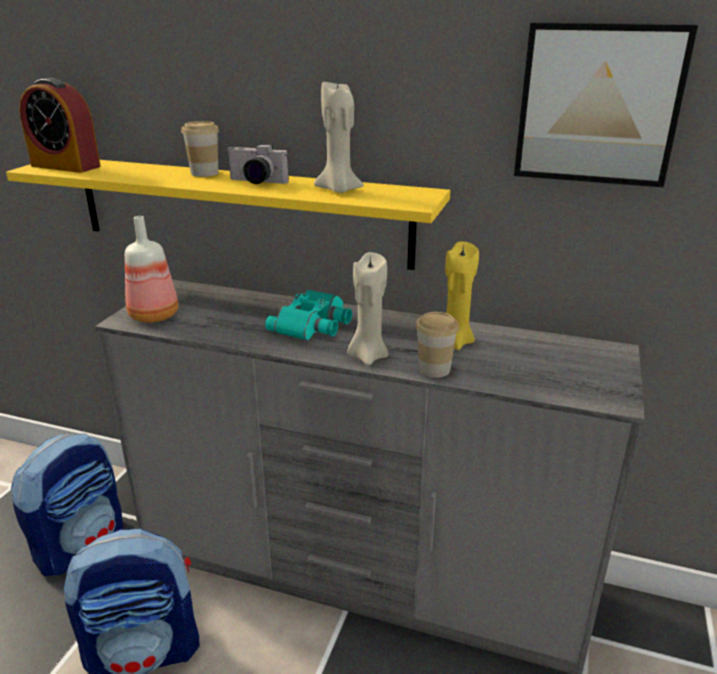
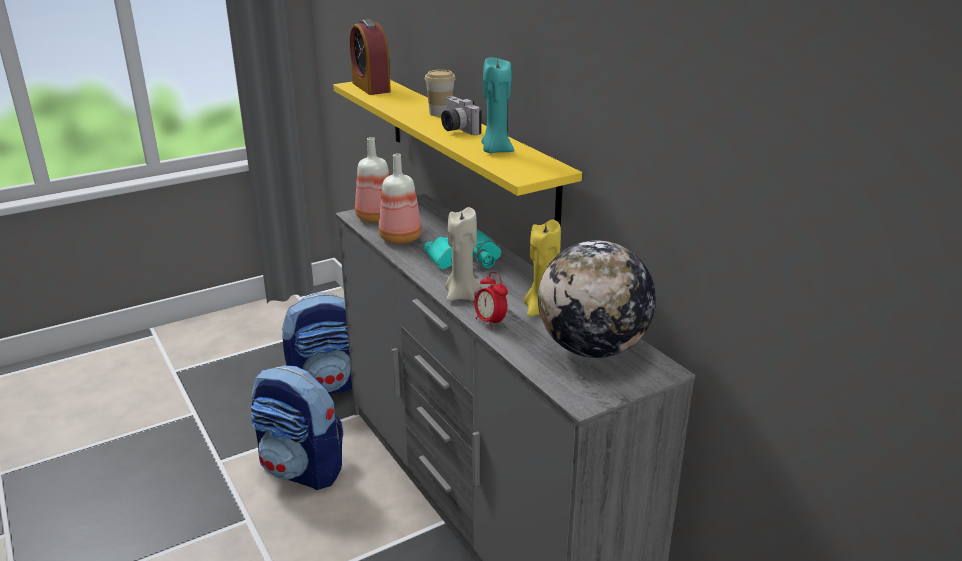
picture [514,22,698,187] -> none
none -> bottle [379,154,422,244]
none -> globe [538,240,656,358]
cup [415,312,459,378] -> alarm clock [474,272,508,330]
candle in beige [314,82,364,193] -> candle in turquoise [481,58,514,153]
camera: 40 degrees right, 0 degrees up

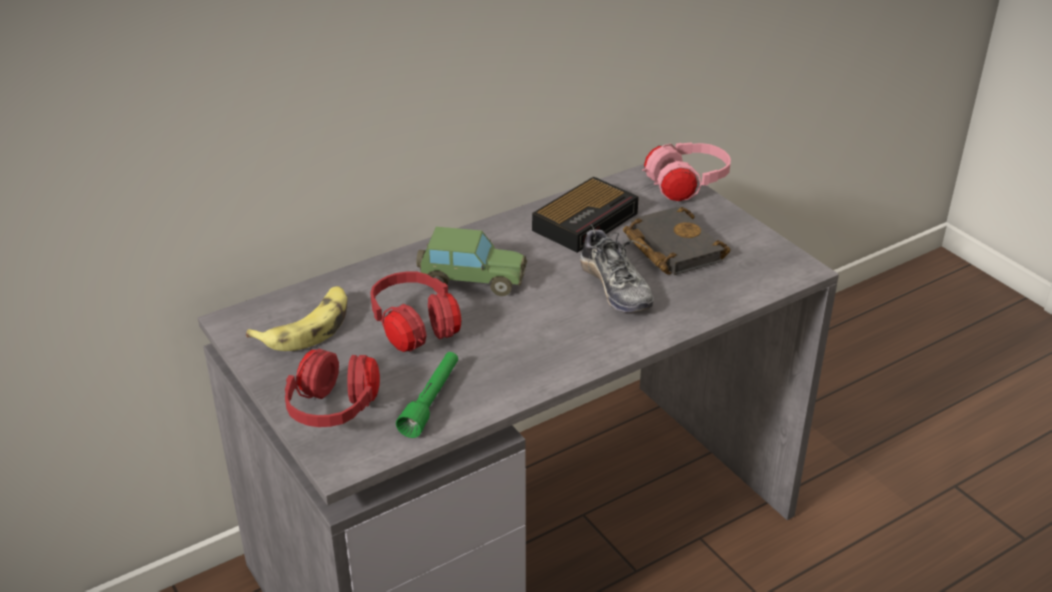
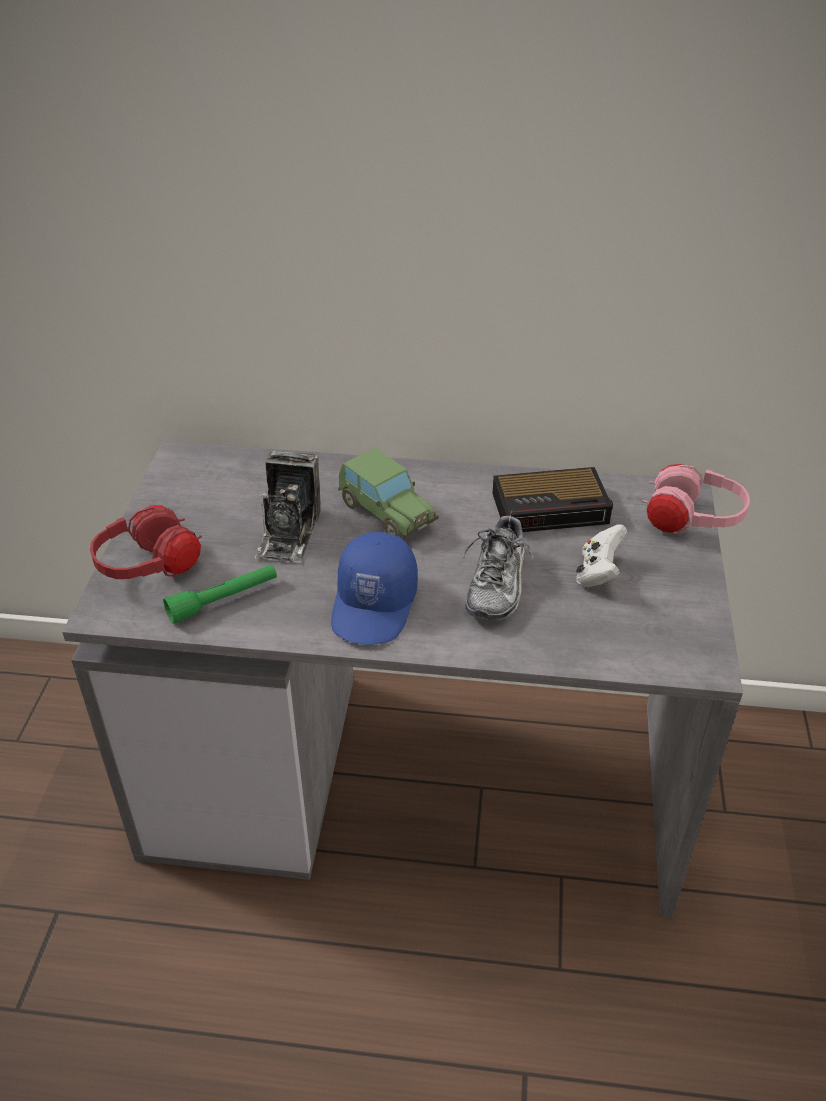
banana [246,286,347,351] -> none
none -> cap in blue [331,532,418,645]
headphones in red [370,272,461,352] -> photo camera [254,451,321,563]
book in black [623,207,731,275] -> game controller in white [576,524,627,587]
camera: 40 degrees right, 5 degrees up

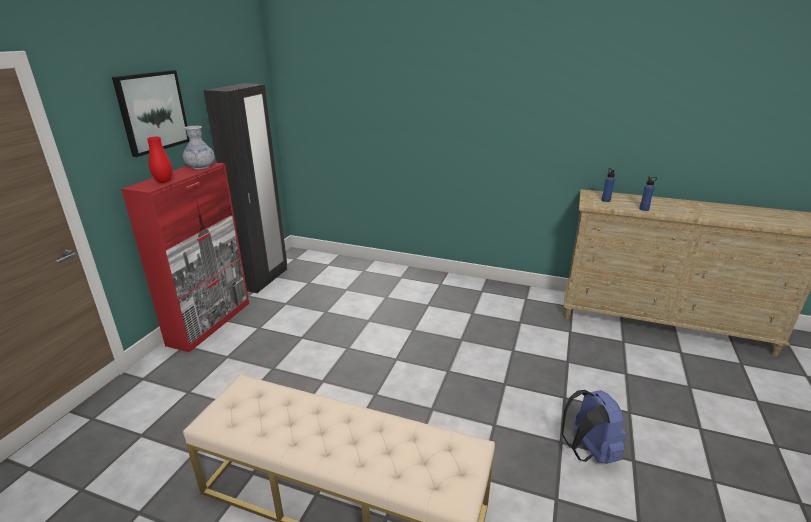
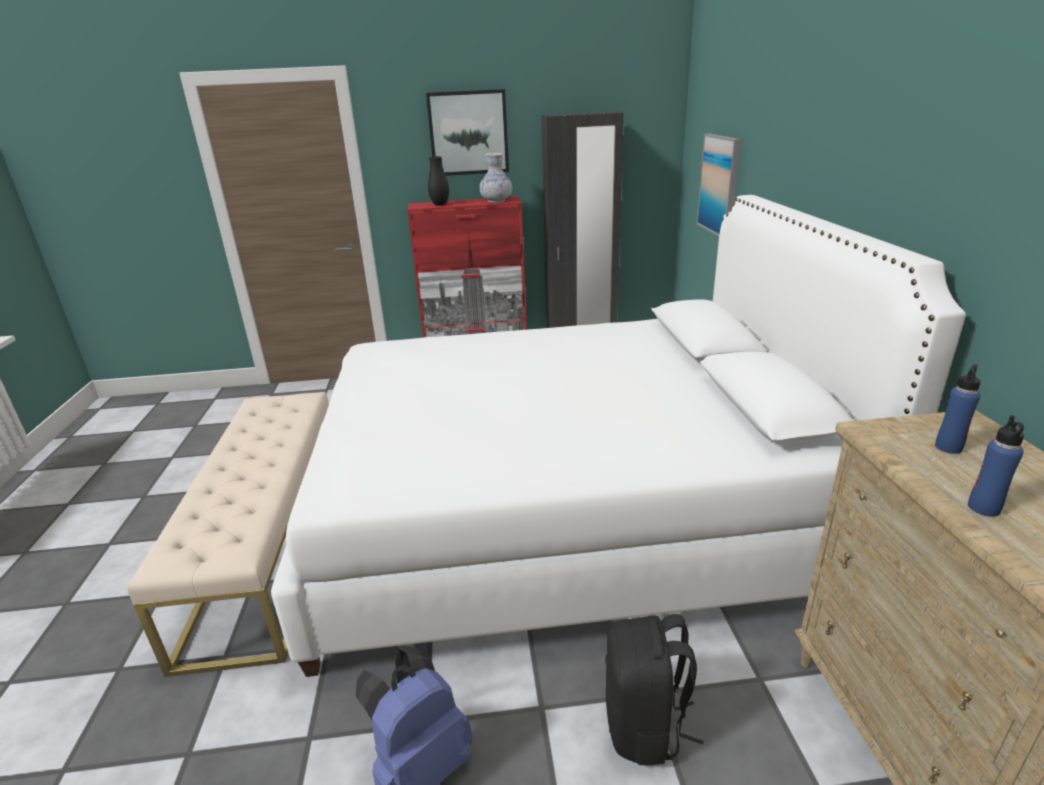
none -> bed in white [271,195,966,677]
none -> backpack in black [605,614,703,765]
none -> picture [697,134,741,236]
vase in red [147,137,172,183] -> vase in black [428,156,449,206]
camera: 65 degrees right, 0 degrees up

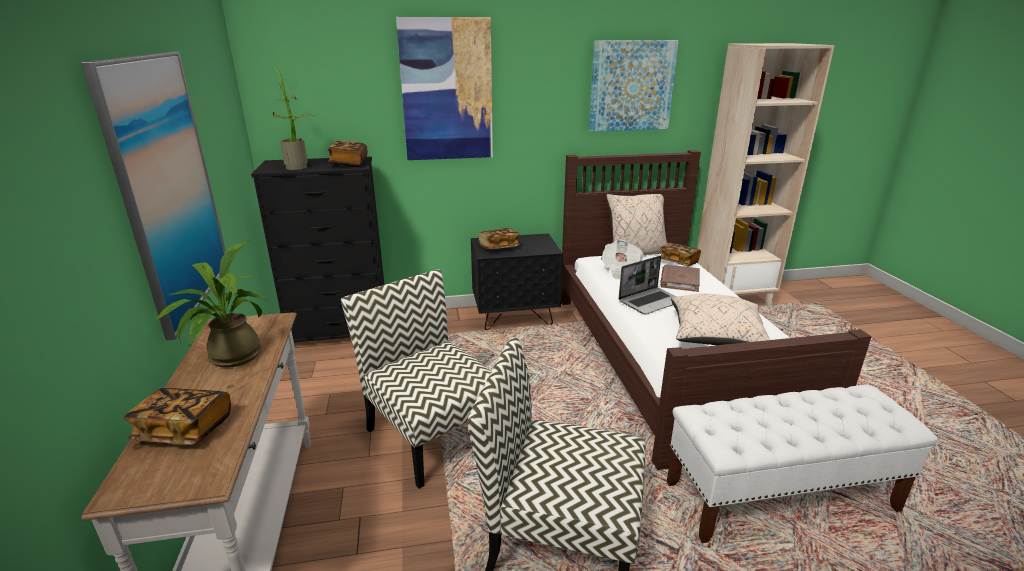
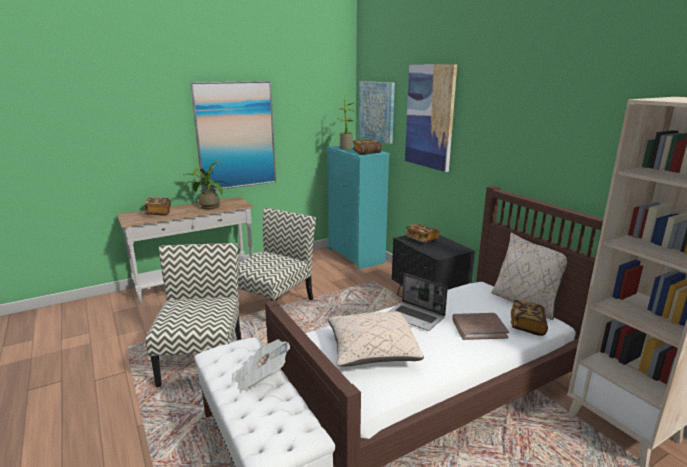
picture [589,40,679,132] -> picture [359,81,395,144], moved
newspaper [601,240,643,279] -> newspaper [232,339,290,391], moved
dresser in black [251,156,384,342] -> dresser in turquoise [326,144,390,270]
camera: 70 degrees right, 5 degrees down

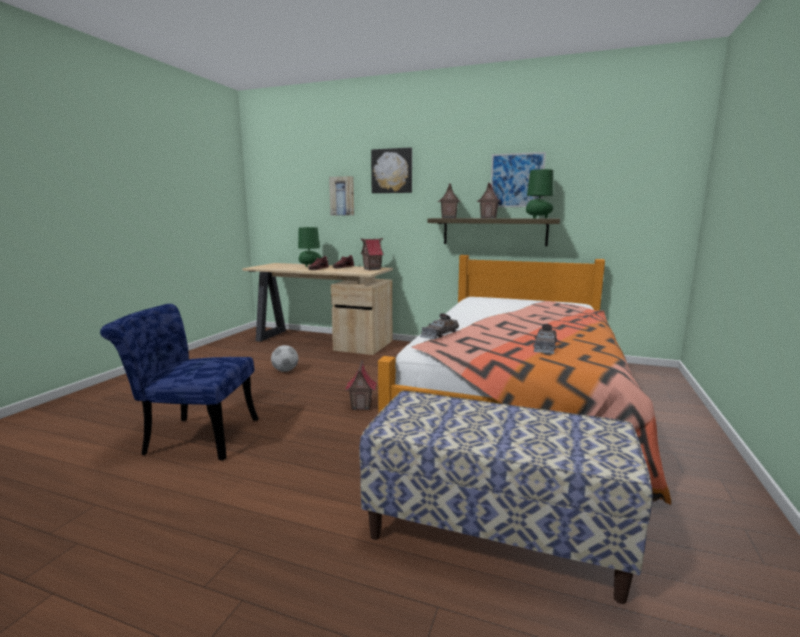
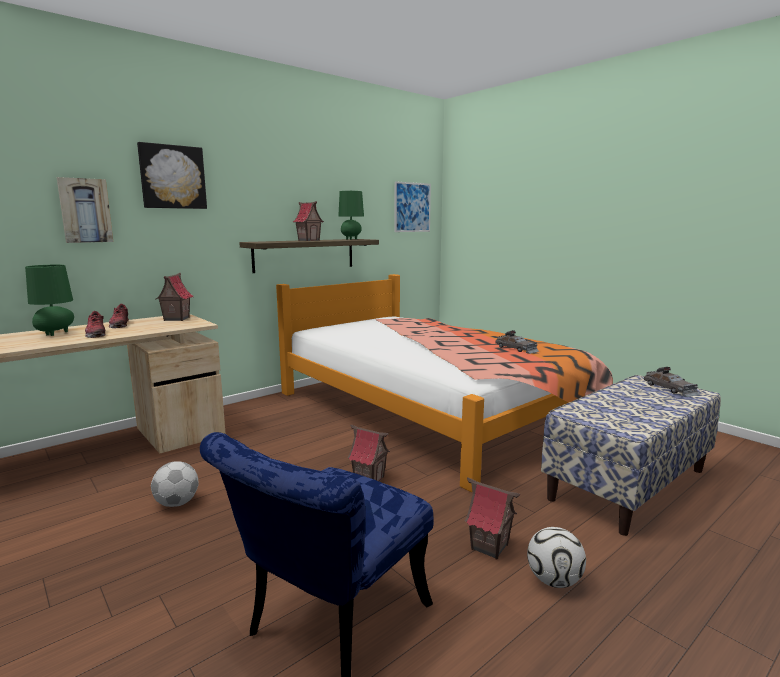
none -> football [527,527,586,588]
toy car in grey [420,313,459,340] -> toy car in grey [644,367,700,397], moved
toy house [438,183,461,218] -> toy house [465,477,520,559], moved
picture [491,152,546,207] -> picture [395,181,431,232], moved
camera: 60 degrees left, 0 degrees up

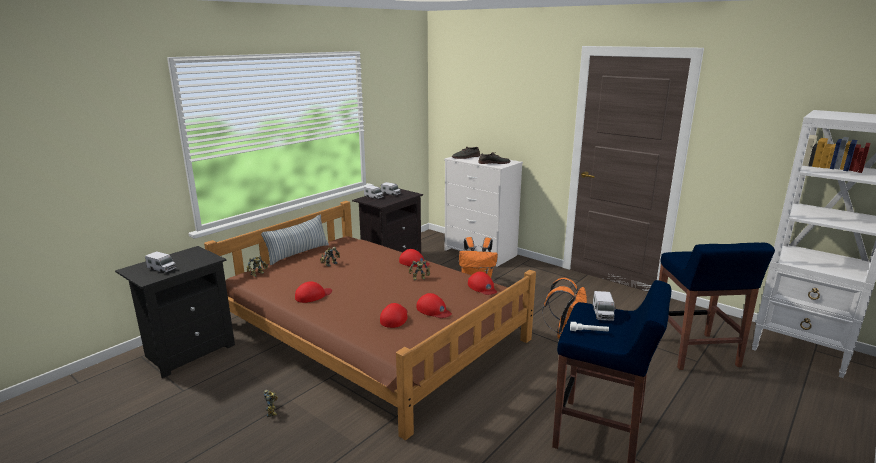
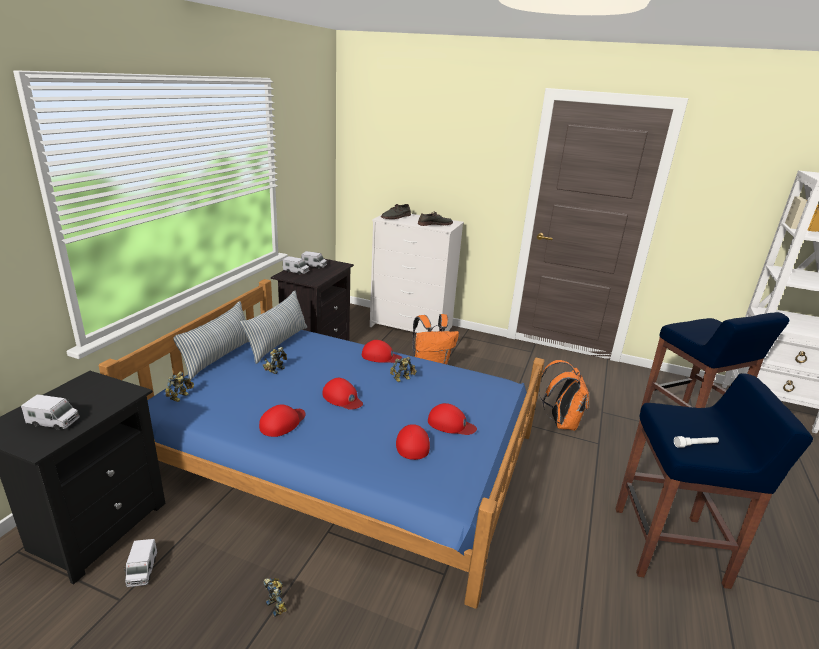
none -> pillow [240,291,307,364]
cap in red [468,271,497,295] -> cap in red [322,378,363,410], moved
toy truck [592,291,616,321] -> toy truck [124,539,158,587], moved
bed in brown [204,201,536,440] -> bed in blue [99,279,545,609]
camera: 20 degrees left, 5 degrees up

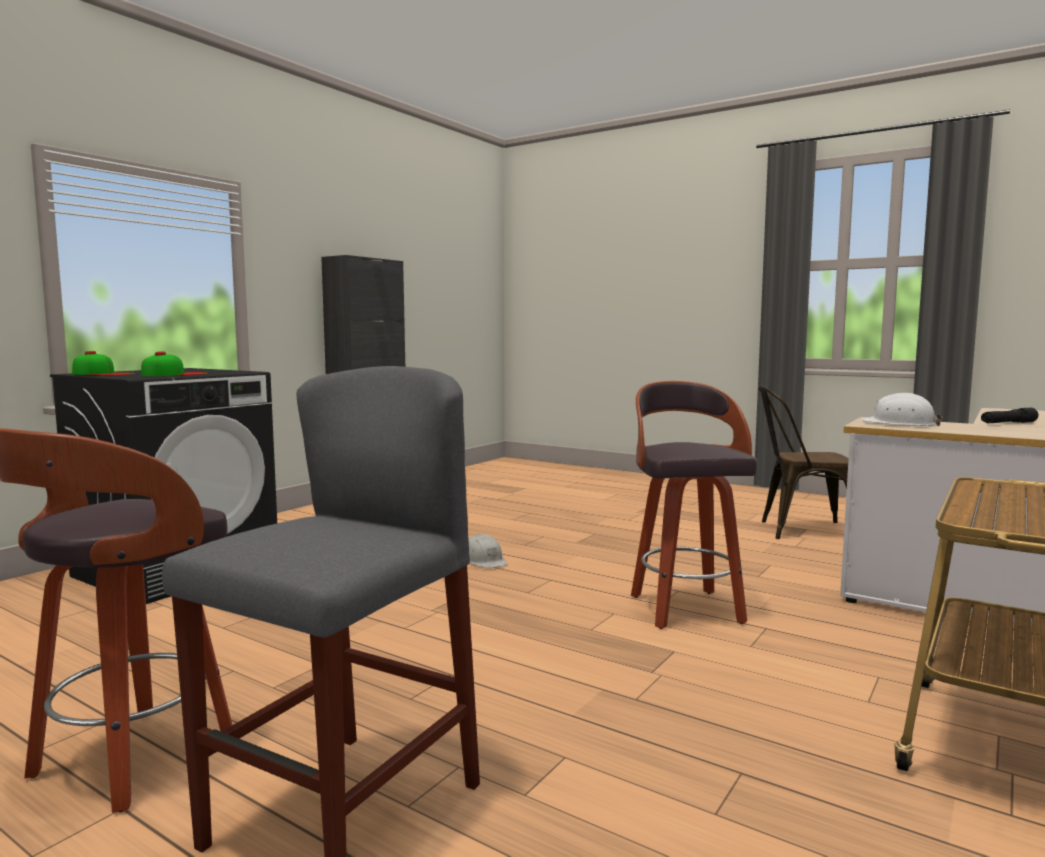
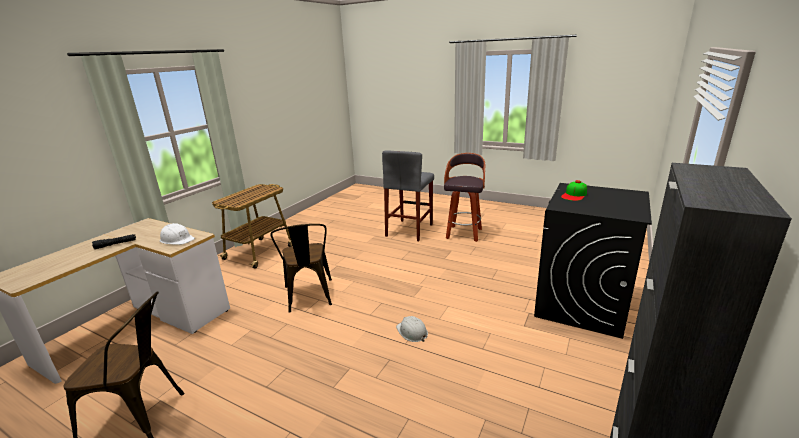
cap [72,351,135,375] -> none
stool [631,381,757,629] -> chair in brown [270,224,332,312]
camera: 175 degrees right, 15 degrees up

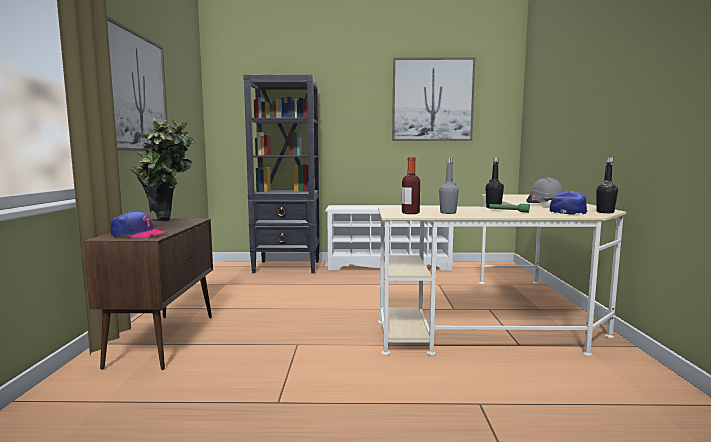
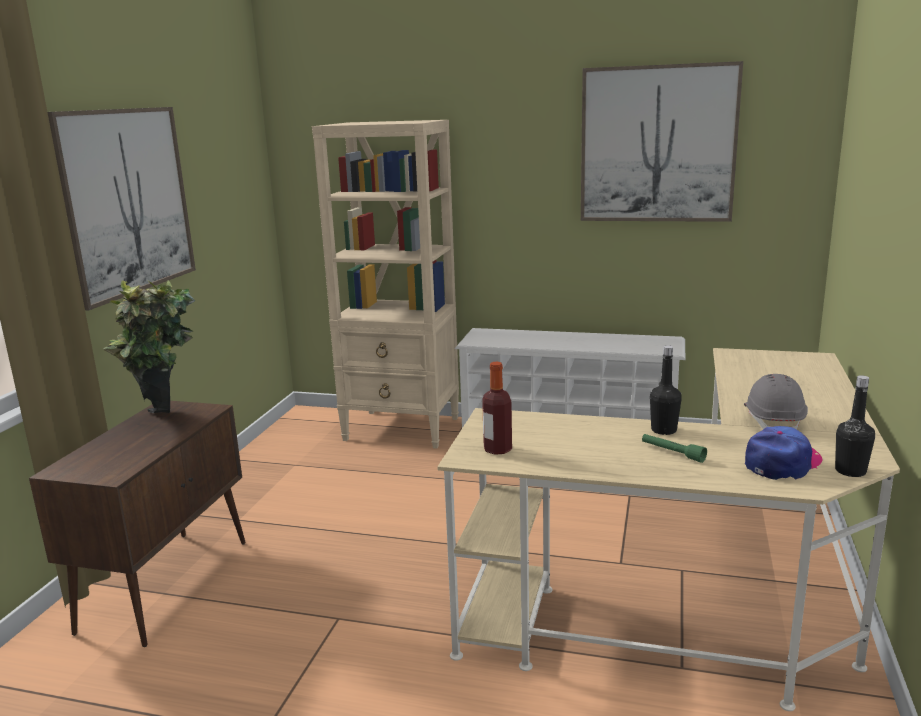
cap [110,211,165,238] -> none
bottle in grey [439,157,459,214] -> none
bookcase in black [243,75,320,273] -> bookcase in beige [312,120,459,449]
camera: 15 degrees right, 10 degrees up

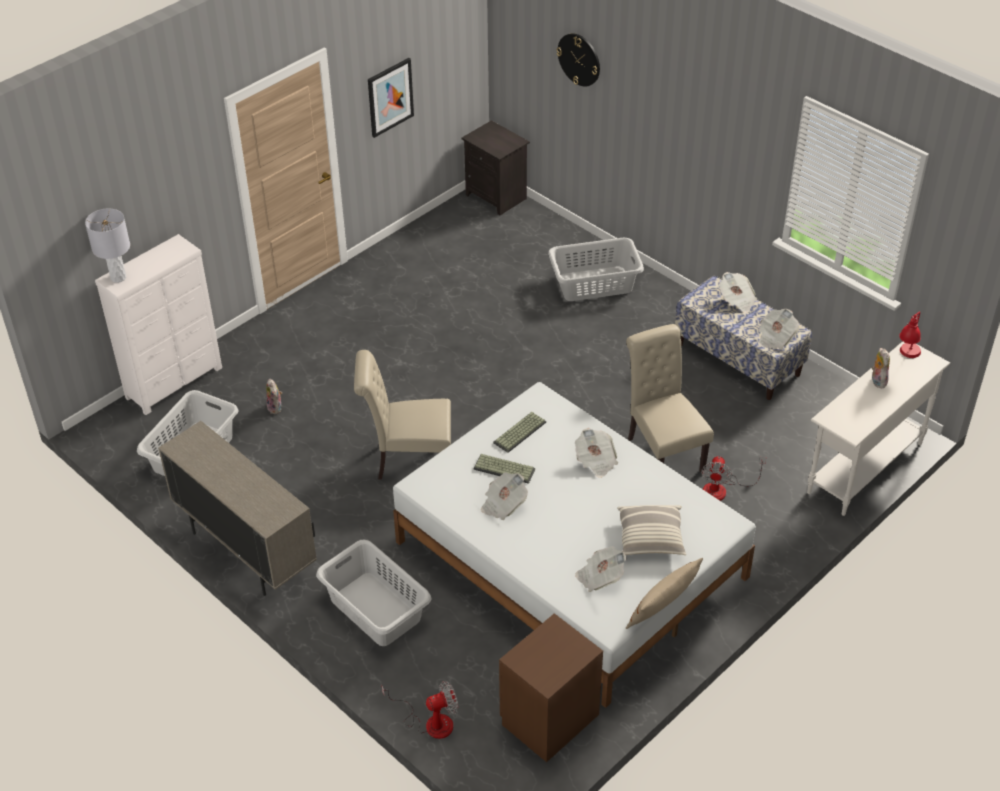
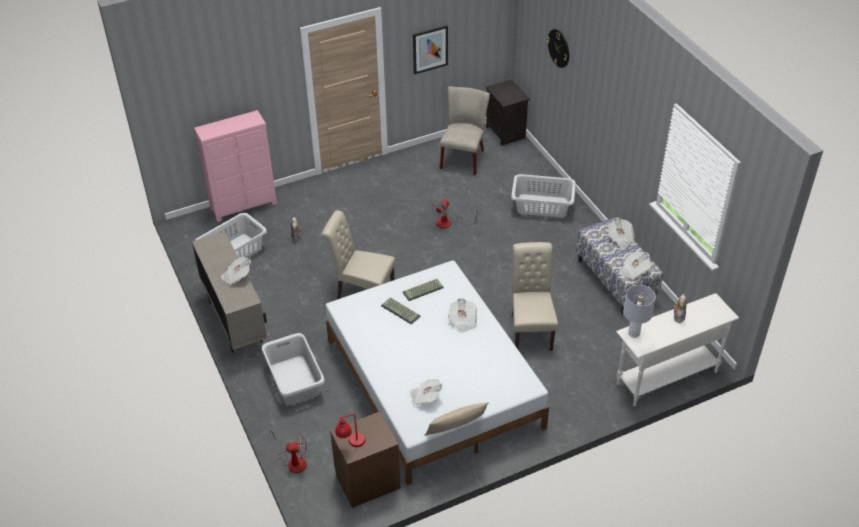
pillow [617,505,686,555] -> none
none -> chair in beige [440,86,490,175]
table lamp in grey [85,209,130,283] -> table lamp in grey [623,285,656,338], moved
newspaper [481,472,528,520] -> newspaper [221,256,251,285], moved
fan [701,456,766,501] -> fan [432,199,480,228], moved
table lamp in red [899,312,921,358] -> table lamp in red [335,414,366,447], moved
dresser in white [95,234,222,415] -> dresser in pink [194,110,277,222]
camera: 20 degrees right, 0 degrees up

